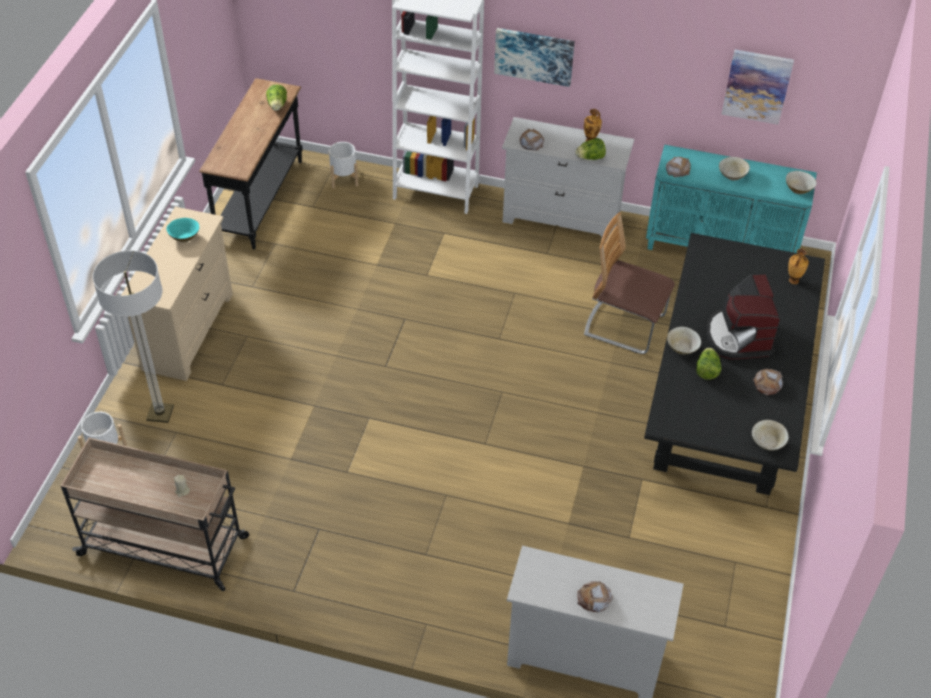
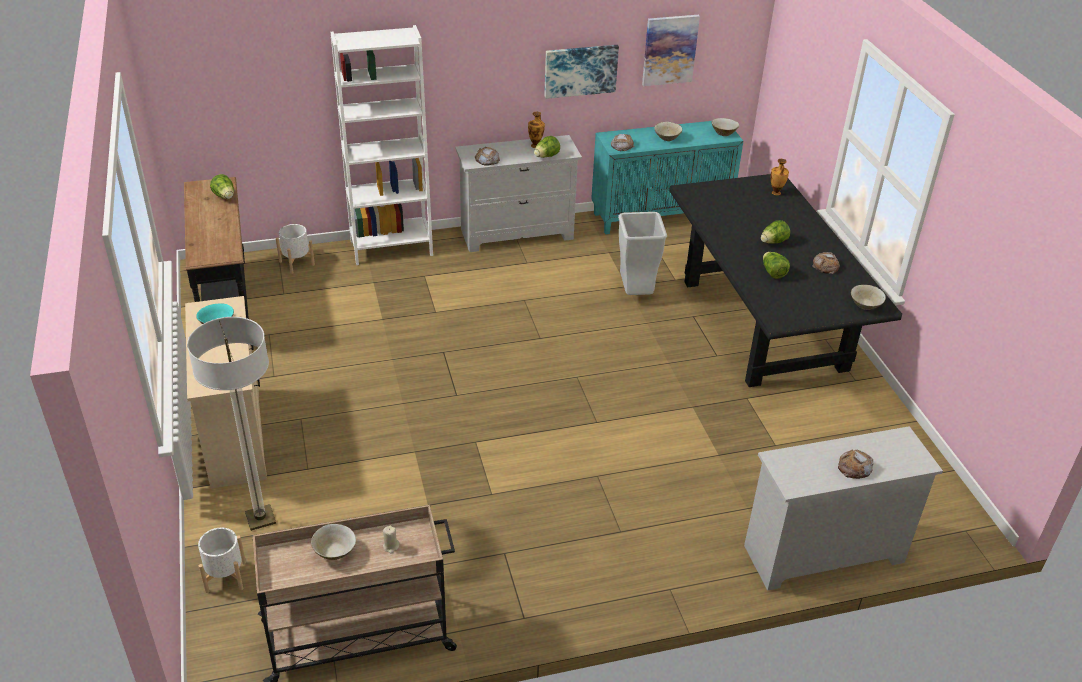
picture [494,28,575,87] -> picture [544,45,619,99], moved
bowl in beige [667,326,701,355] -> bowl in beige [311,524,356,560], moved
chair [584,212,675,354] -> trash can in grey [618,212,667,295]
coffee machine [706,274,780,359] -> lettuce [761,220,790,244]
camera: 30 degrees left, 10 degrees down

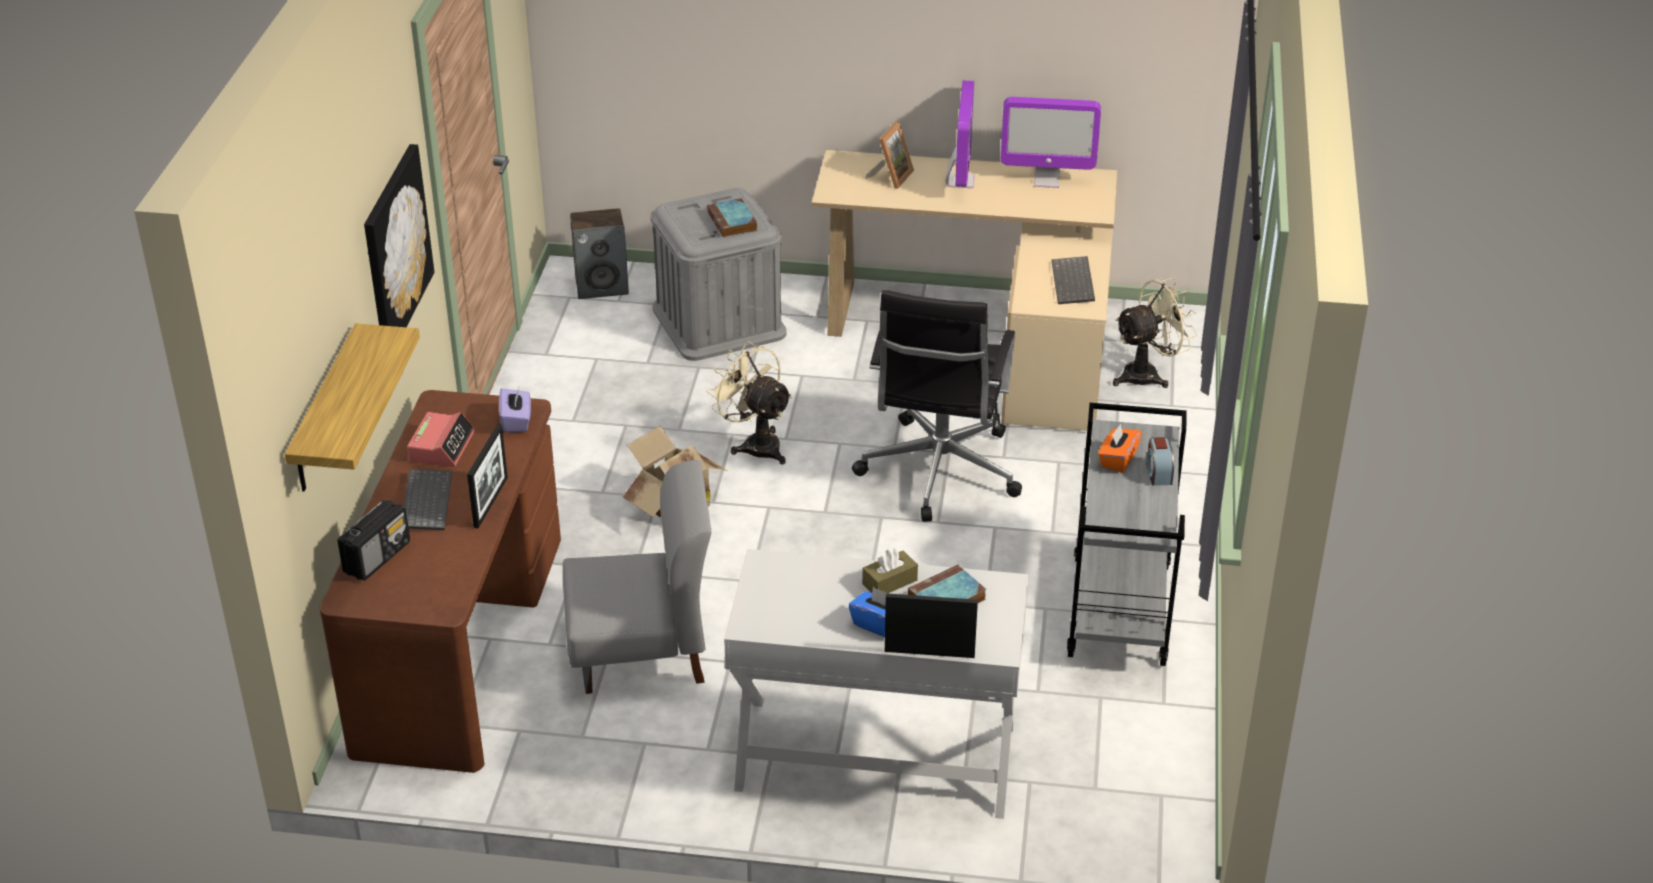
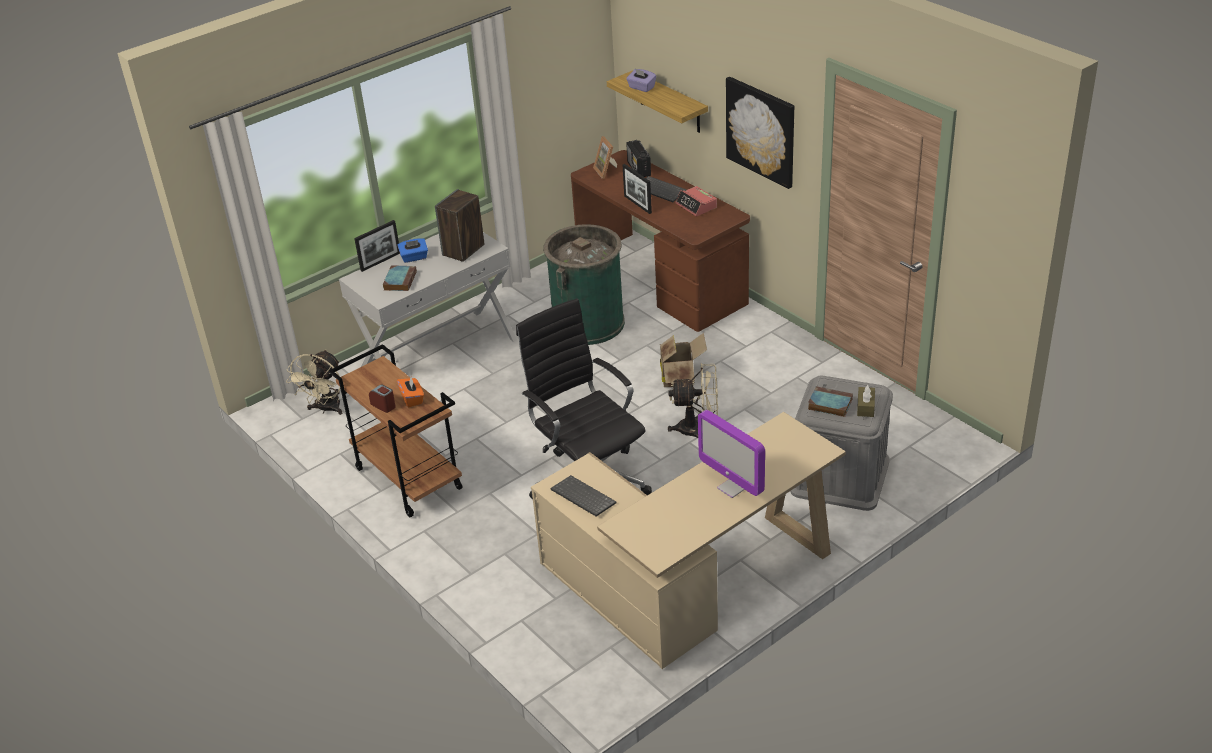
monitor [1001,97,1101,188] -> none
tissue box in purple [499,388,531,433] -> tissue box in purple [626,69,656,92], moved
speaker [570,208,629,299] -> speaker [435,189,484,262], moved
tissue box in brown [862,548,918,594] -> tissue box in brown [857,385,875,417], moved
picture frame [865,122,914,189] -> picture frame [593,136,617,179], moved
fan in beige [1113,278,1197,388] -> fan in beige [286,350,342,415], moved
chair in grey [563,460,711,694] -> trash can in green [543,224,625,345]
cart in grey [1067,403,1187,666] -> cart in brown [329,344,463,517]
camera: 135 degrees right, 0 degrees up

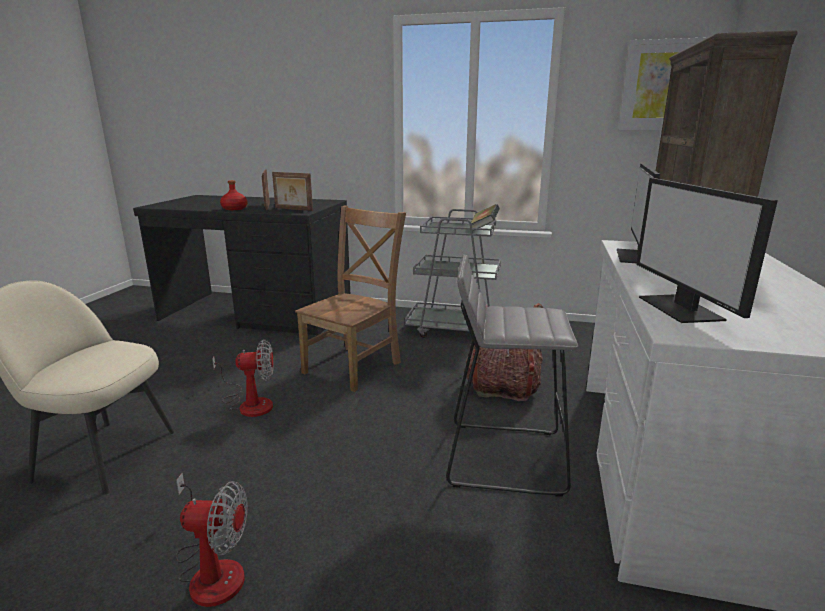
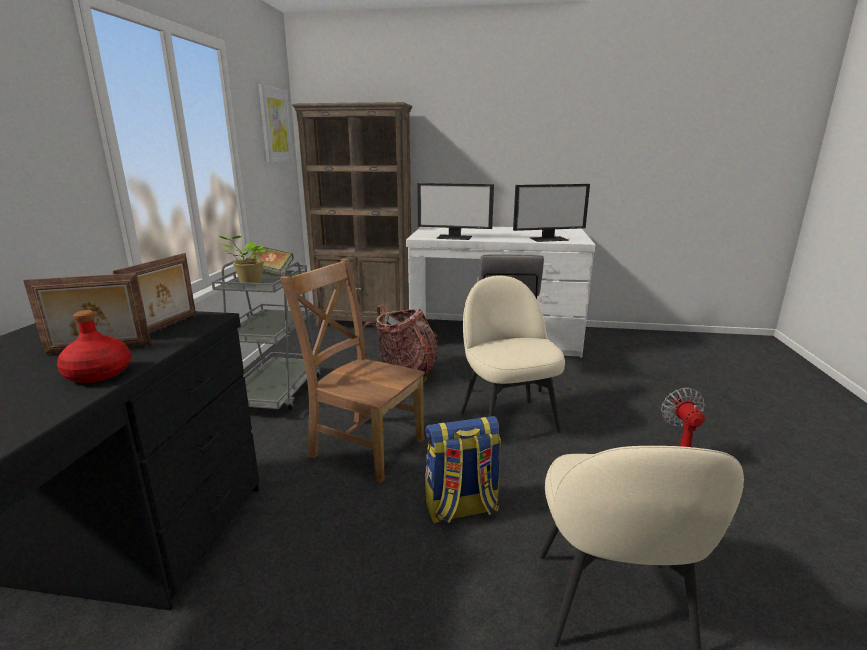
none -> potted plant [219,236,265,283]
none -> chair in beige [461,275,565,433]
fan [212,340,273,417] -> backpack [425,416,501,523]
camera: 95 degrees left, 0 degrees up

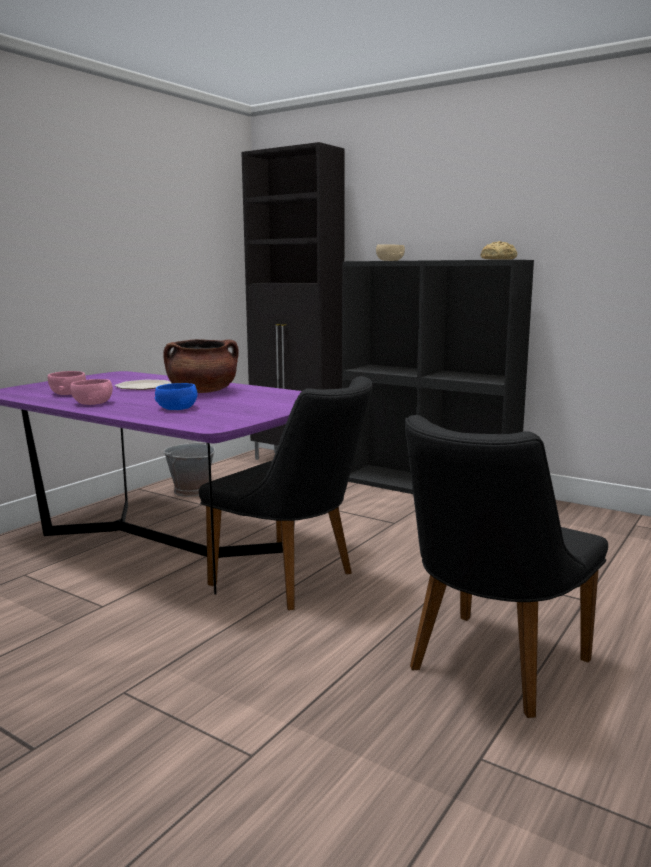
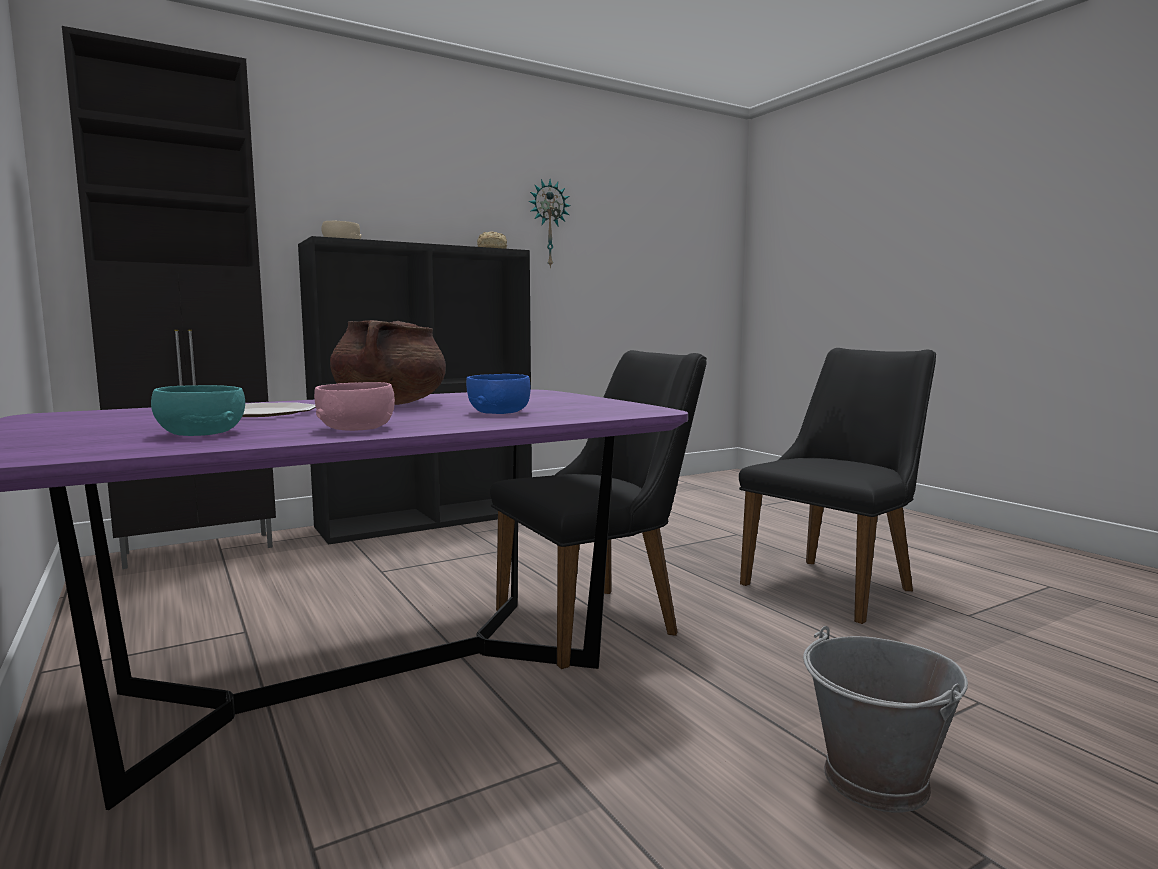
none -> wall clock [528,179,570,268]
bucket in grey [162,442,215,497] -> bucket in grey [803,626,968,812], moved
bowl in pink [48,371,86,395] -> bowl in turquoise [151,385,245,436]
chair in black [405,415,608,718] -> chair in black [739,348,936,624], 105 degrees counterclockwise
camera: 65 degrees left, 5 degrees down

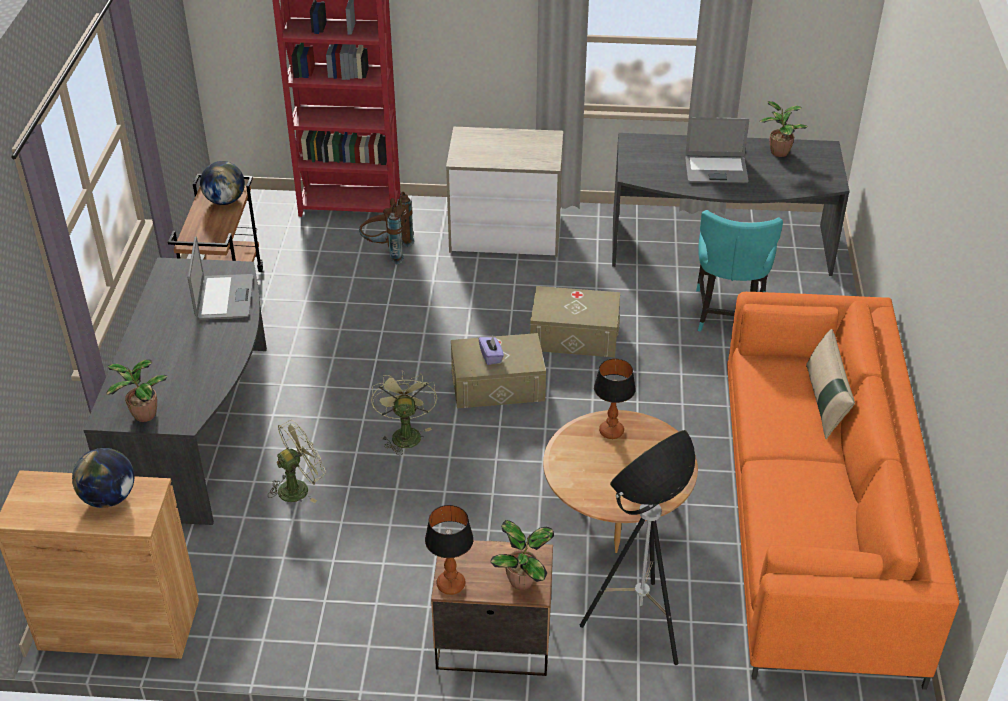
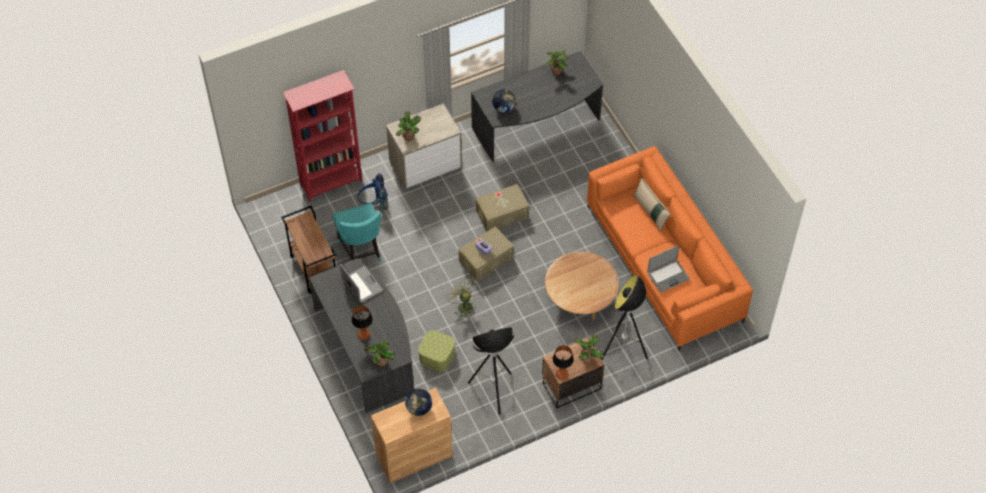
none -> potted plant [396,111,421,141]
none -> floor lamp [468,327,514,415]
globe [200,161,245,205] -> globe [492,89,516,113], moved
table lamp [594,358,636,439] -> table lamp [352,306,373,340], moved
laptop [685,117,749,183] -> laptop [647,245,690,292], moved
chair in turquoise [696,210,783,331] -> chair in turquoise [333,203,381,261], moved
fan in green [268,420,326,503] -> storage box [418,330,455,372]
backpack in brown [359,192,414,264] -> backpack in blue [357,173,388,210]
camera: 30 degrees left, 15 degrees up

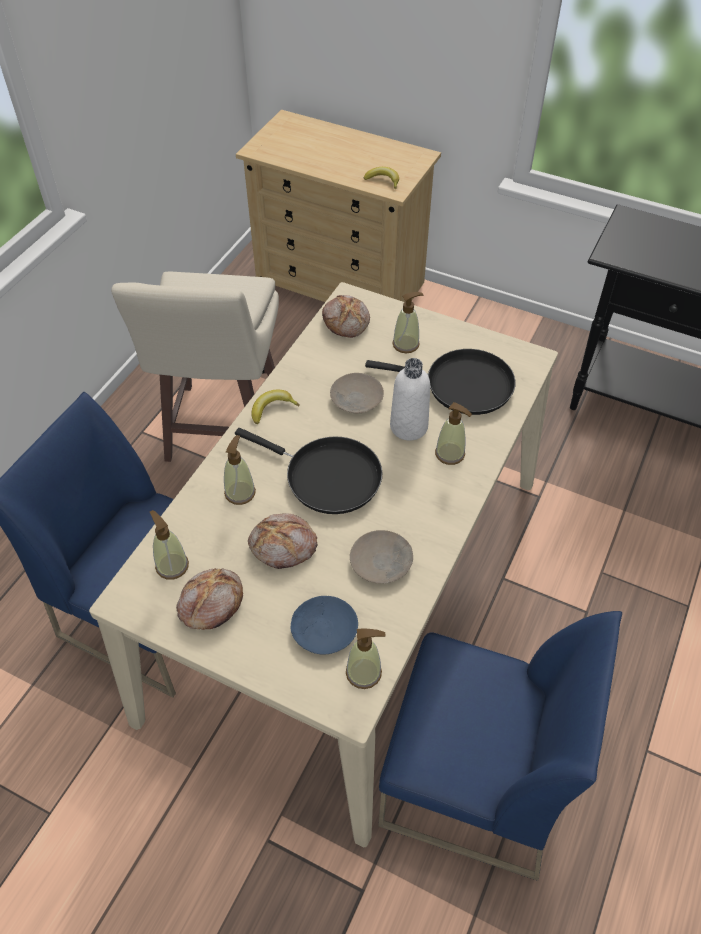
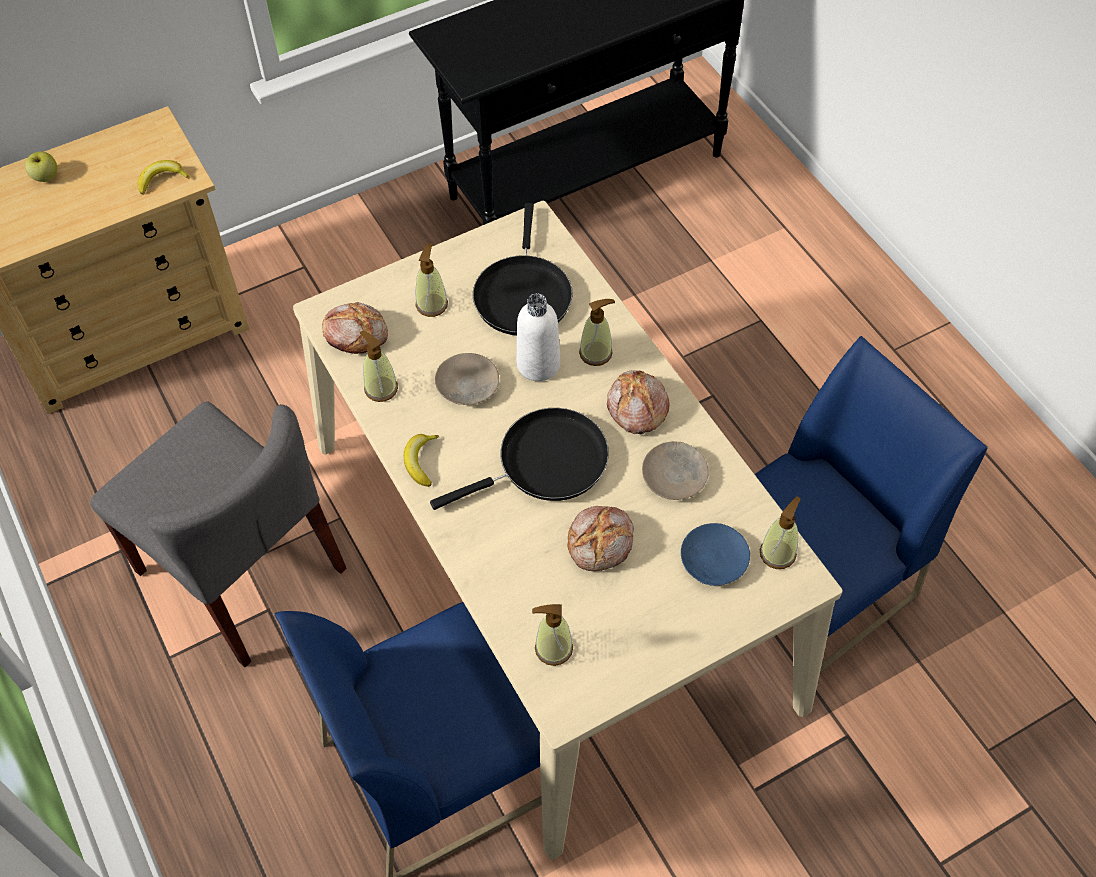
none -> apple [25,151,57,182]
bread [176,568,243,630] -> bread [607,370,670,435], moved
soap dispenser [224,435,256,505] -> soap dispenser [360,330,398,402], moved
stool in beige [111,272,279,462] -> chair in grey [90,401,346,667]
frying pan in black [365,349,516,415] -> frying pan in black [473,203,573,336], 135 degrees clockwise
camera: 55 degrees left, 5 degrees up

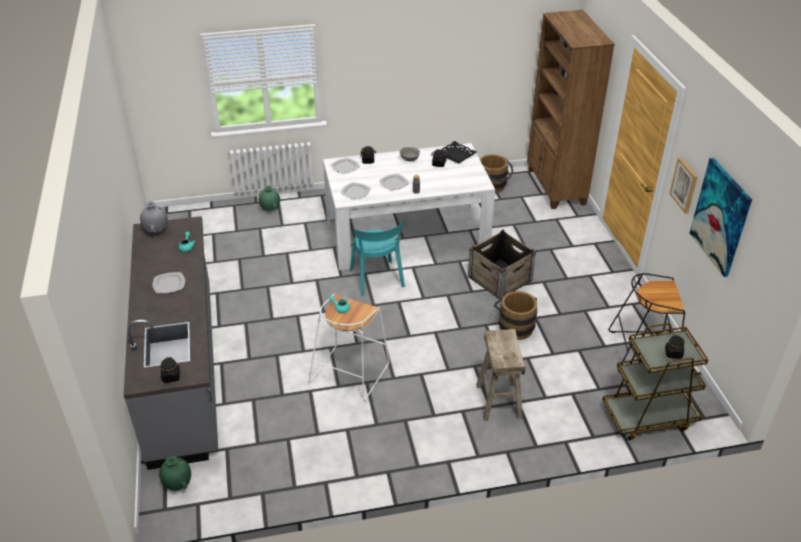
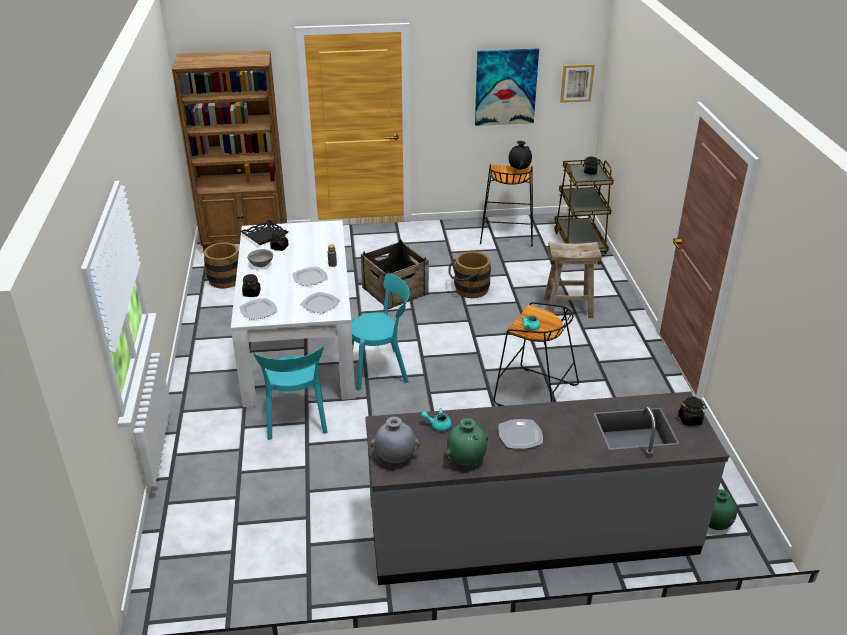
none -> chair in turquoise [253,346,328,440]
none -> vase in black [509,141,532,170]
vase in green [259,185,280,211] -> vase in green [445,418,488,465], moved
picture [669,157,698,213] -> picture [560,64,595,103], moved
stool in white [309,294,389,401] -> stool in black [493,302,579,406]
camera: 85 degrees left, 5 degrees down

